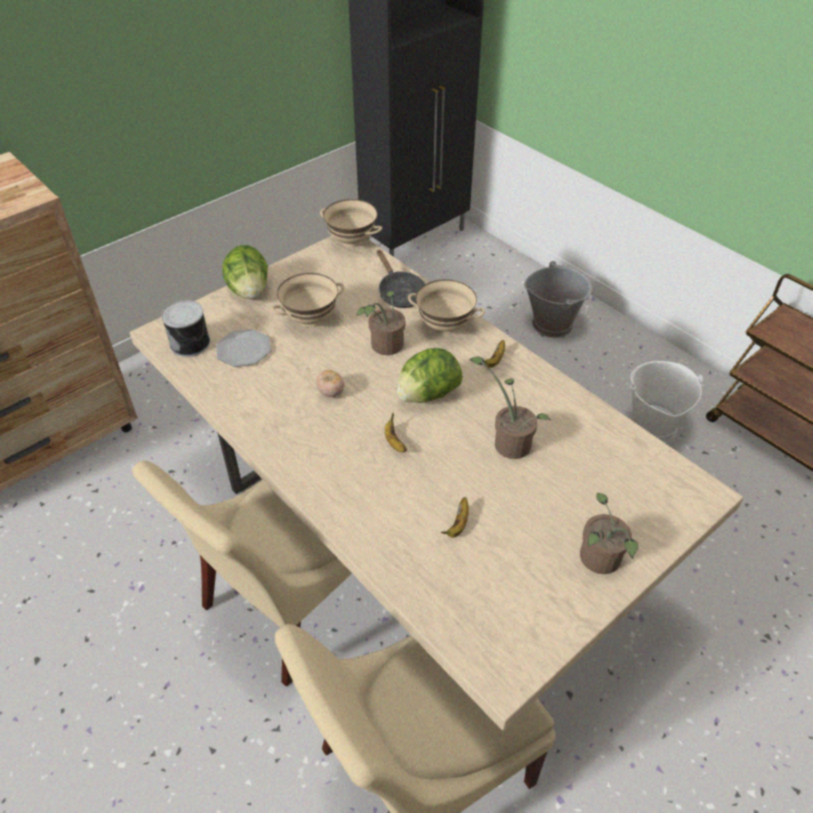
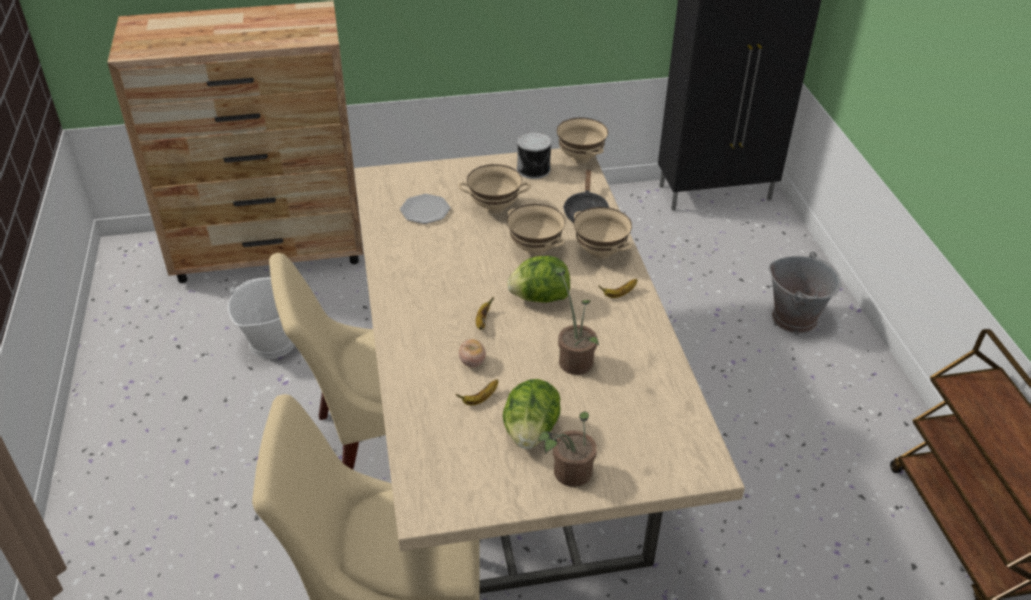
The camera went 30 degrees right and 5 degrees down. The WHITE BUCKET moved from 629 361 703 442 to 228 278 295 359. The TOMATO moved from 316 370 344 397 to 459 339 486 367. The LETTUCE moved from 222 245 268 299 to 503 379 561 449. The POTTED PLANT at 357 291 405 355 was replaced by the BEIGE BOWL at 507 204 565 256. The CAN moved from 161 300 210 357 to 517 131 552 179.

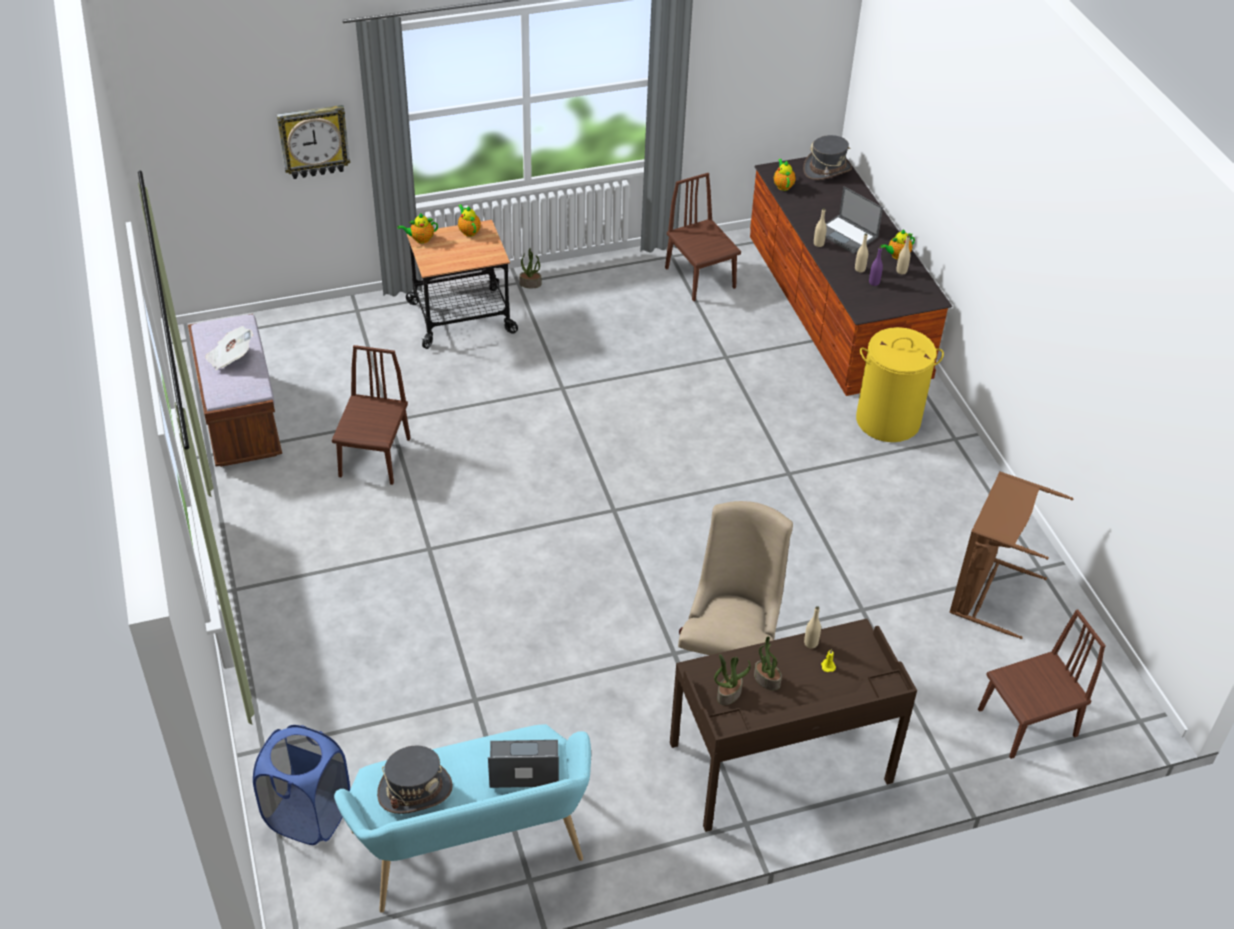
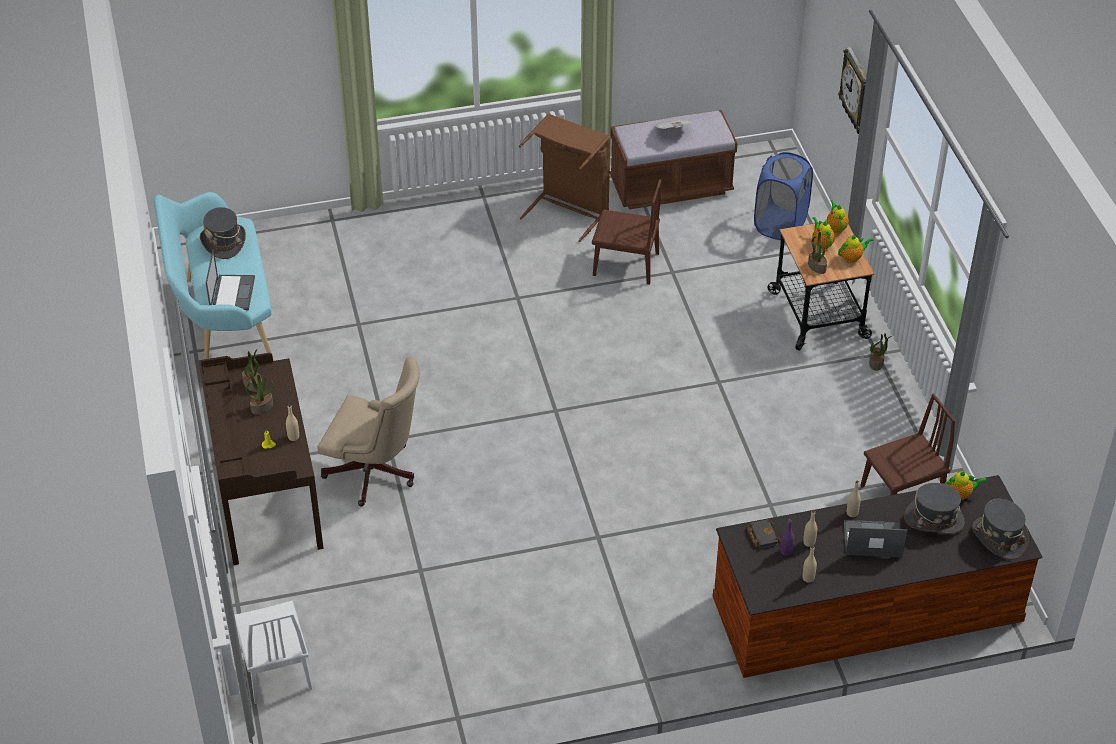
The camera went 95 degrees right and 0 degrees up. The BROWN CHAIR at 978 609 1106 759 became the WHITE CHAIR at 234 601 312 704. The BROWN LAUNDRY BASKET moved from 949 471 1073 639 to 519 113 611 242. The BLACK BOOK at 747 519 781 549 appeared. The BLUE LAUNDRY BASKET moved from 253 725 350 845 to 754 152 813 240. The POTTED PLANT at 808 232 827 274 appeared. The TEAPOT moved from 880 229 915 260 to 813 217 835 249. The LAPTOP at 825 186 883 254 turned 45 degrees clockwise. The GREY HAT at 904 483 965 534 appeared. The YELLOW LAUNDRY BASKET at 856 327 944 442 disappeared.

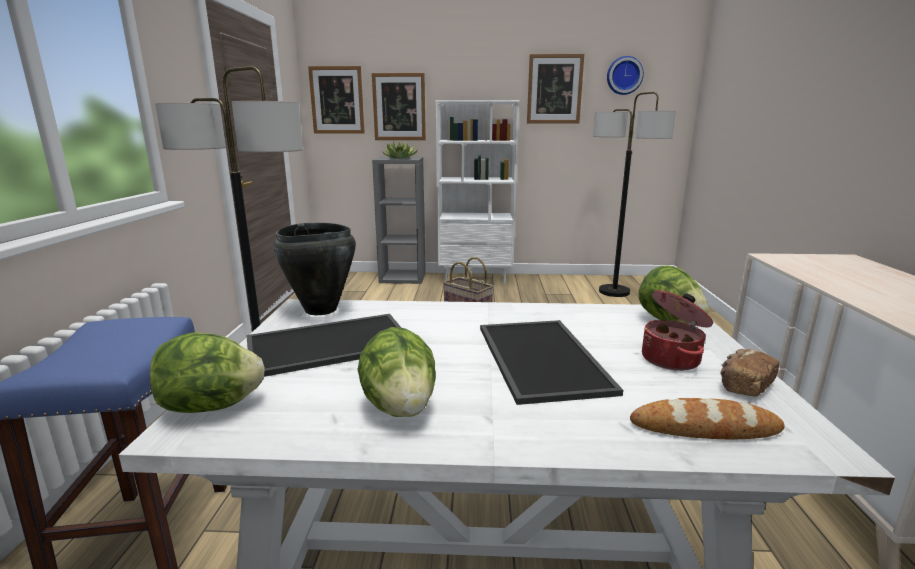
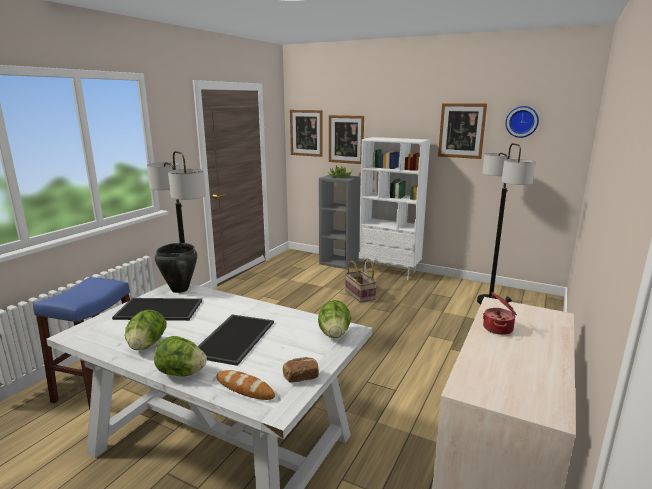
The camera went 25 degrees right and 0 degrees up. The LETTUCE moved from 150 332 265 413 to 154 336 207 376. The COOKING POT moved from 642 290 713 371 to 483 292 517 335.

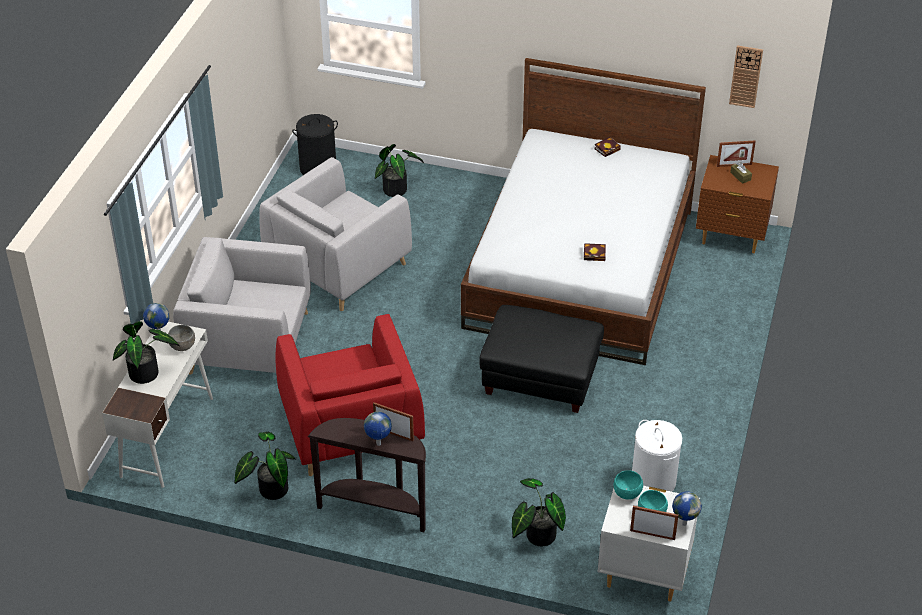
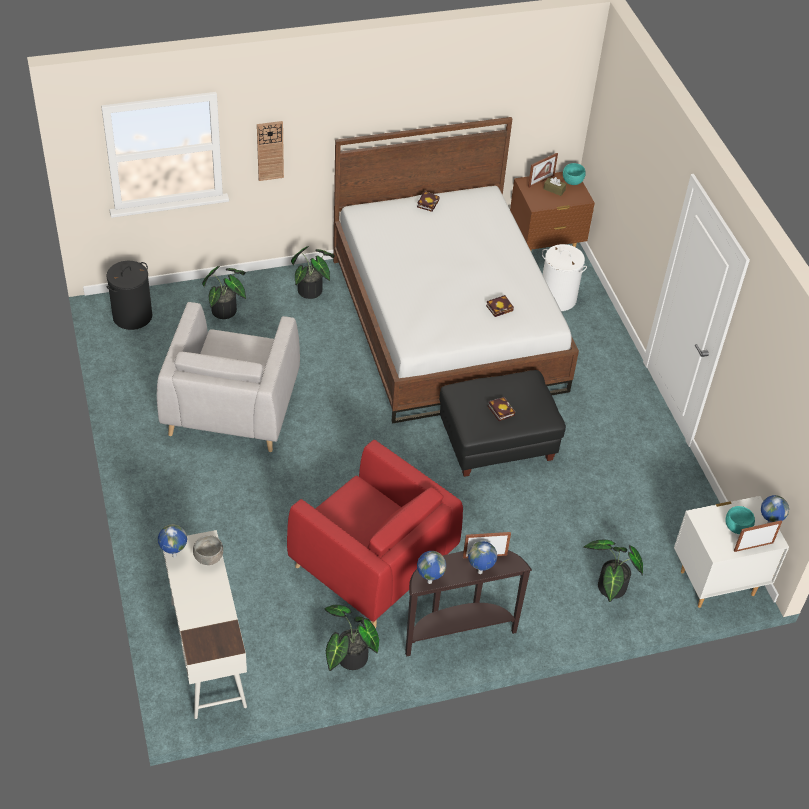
The camera went 35 degrees left and 5 degrees up. The WALL CLOCK moved from 729 45 763 108 to 257 121 284 181. The POTTED PLANT moved from 113 321 180 384 to 291 246 335 299. The GLOBE at 417 551 446 584 appeared. The BOOK at 488 397 515 421 appeared. The WHITE LAUNDRY BASKET moved from 632 420 682 492 to 542 244 587 311. The TURQUOISE BOWL moved from 614 470 643 500 to 563 163 586 185. The GREY ARMCHAIR at 173 237 311 374 disappeared.

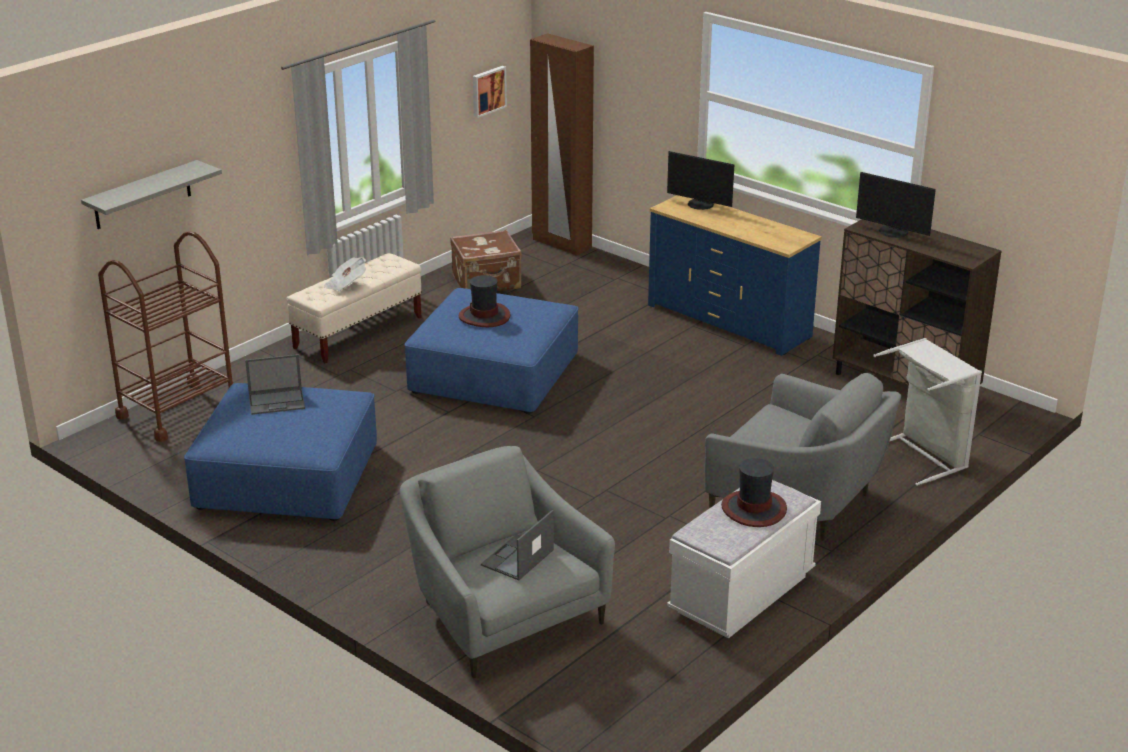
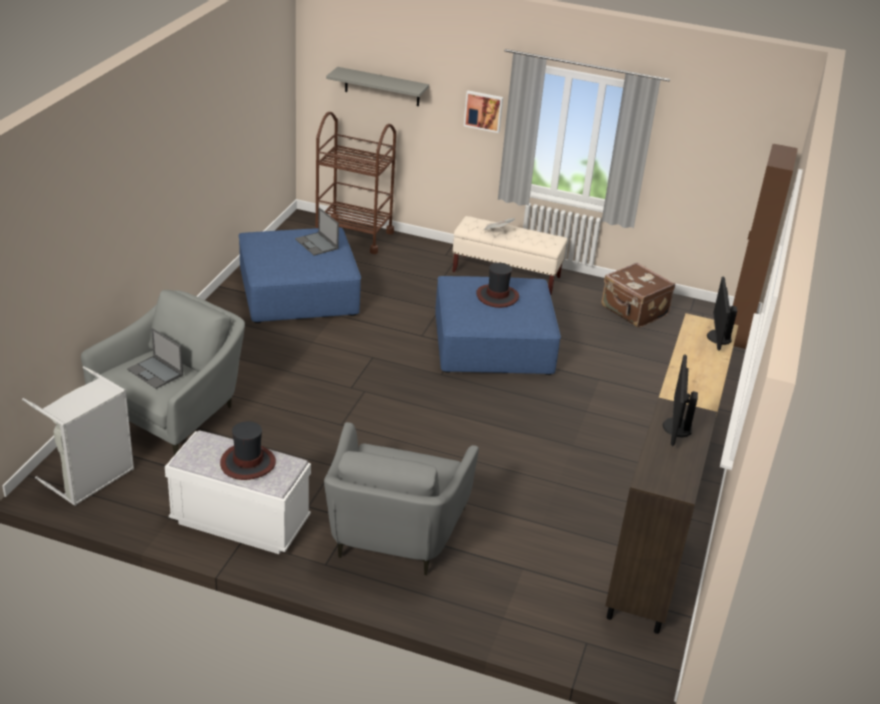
The camera went 65 degrees right and 5 degrees up. The GREY LAUNDRY BASKET moved from 873 338 982 486 to 22 366 134 506. The LAPTOP at 481 510 554 581 turned 150 degrees counterclockwise. The PICTURE moved from 473 66 507 118 to 464 91 503 133.

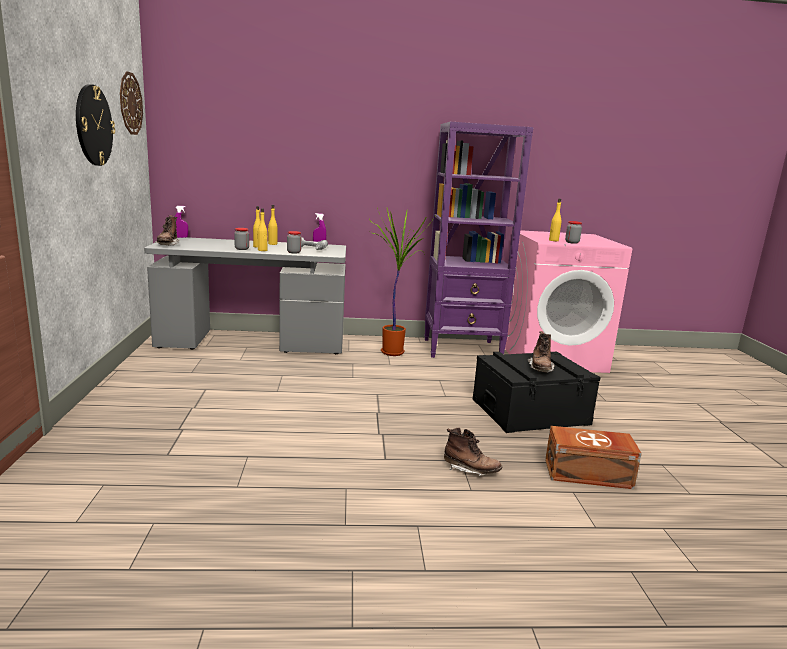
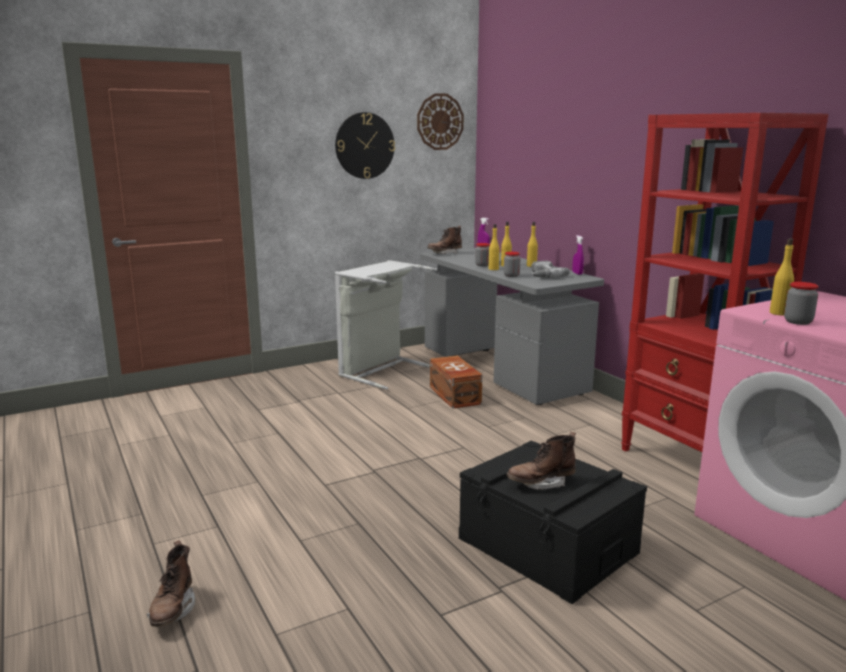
The camera went 65 degrees right and 0 degrees up. The BROWN BOOT moved from 444 428 502 476 to 147 541 195 627. The GREY LAUNDRY BASKET at 335 260 438 390 appeared. The BROWN STORAGE BOX moved from 545 426 642 489 to 430 355 482 409. The PURPLE BOOKCASE at 424 122 533 358 became the RED BOOKCASE at 621 113 828 452. The POTTED PLANT at 369 208 435 356 disappeared.

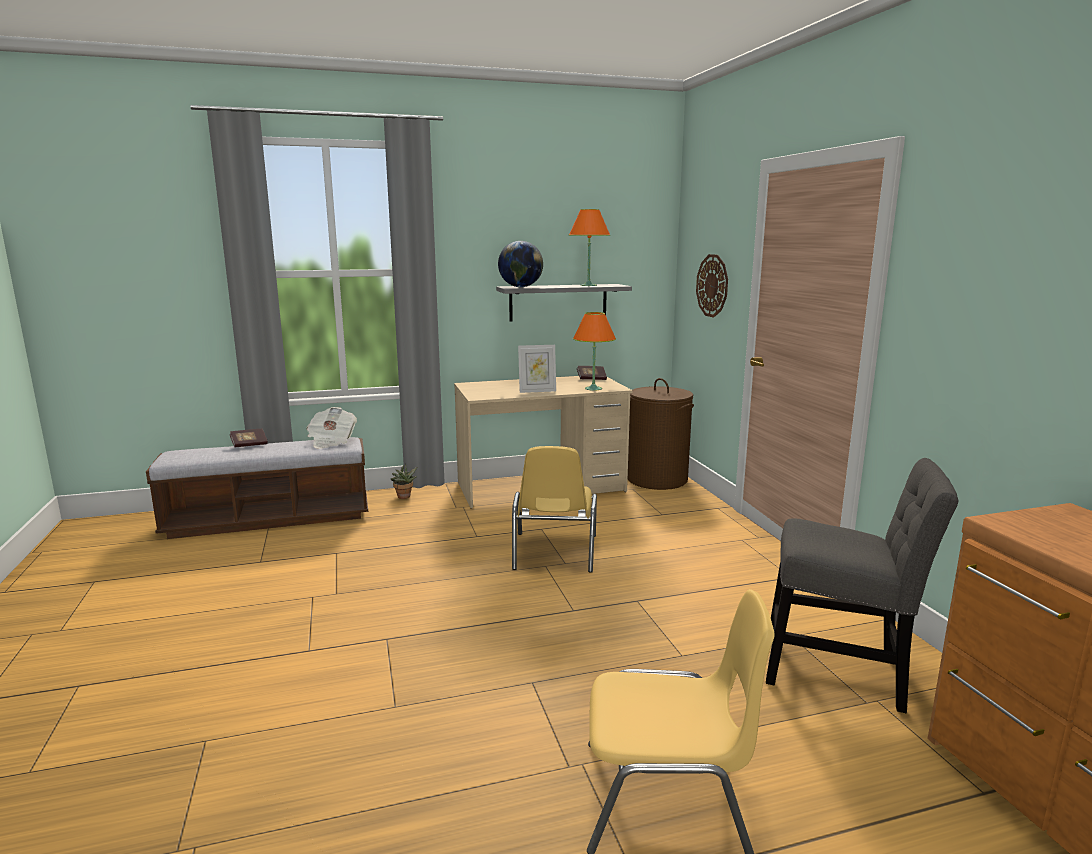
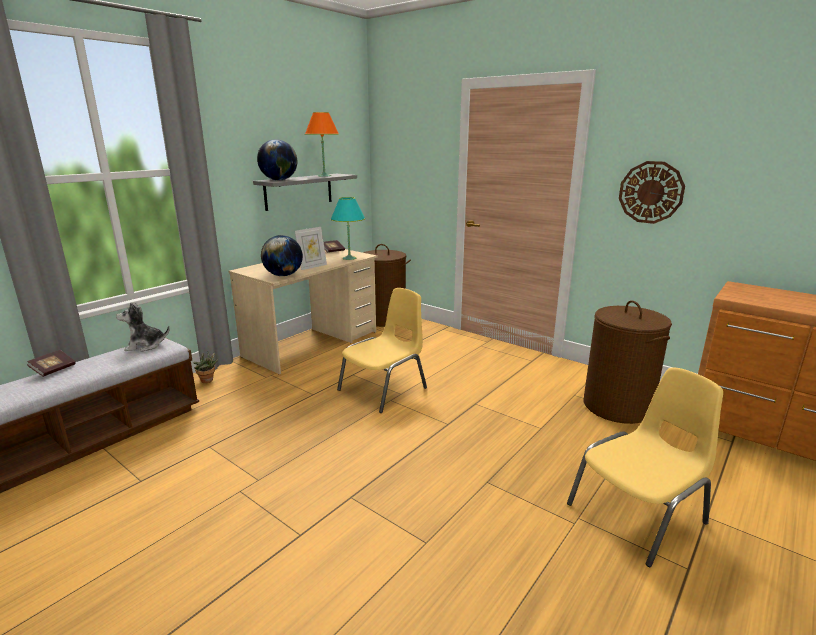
The camera went 35 degrees left and 5 degrees up. The NEWSPAPER at 307 407 357 449 was replaced by the PLUSH TOY at 116 302 169 352. The GLOBE at 261 235 303 276 appeared. The ORANGE TABLE LAMP at 573 312 616 391 became the TURQUOISE TABLE LAMP at 331 197 365 260. The YELLOW CHAIR at 512 446 597 572 turned 105 degrees counterclockwise. The GREY CHAIR at 766 458 958 713 was replaced by the BROWN LAUNDRY BASKET at 583 300 672 424. The WALL CLOCK moved from 696 254 728 317 to 619 161 685 224.

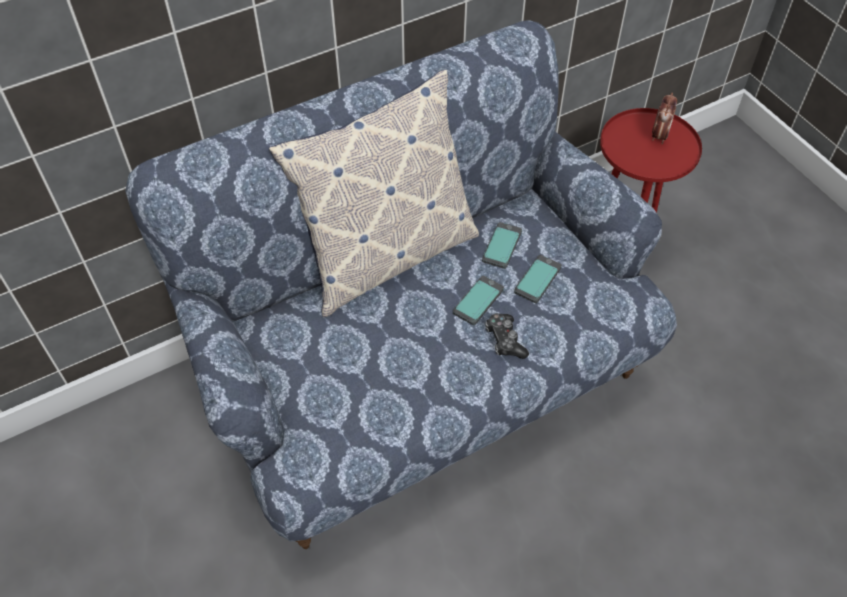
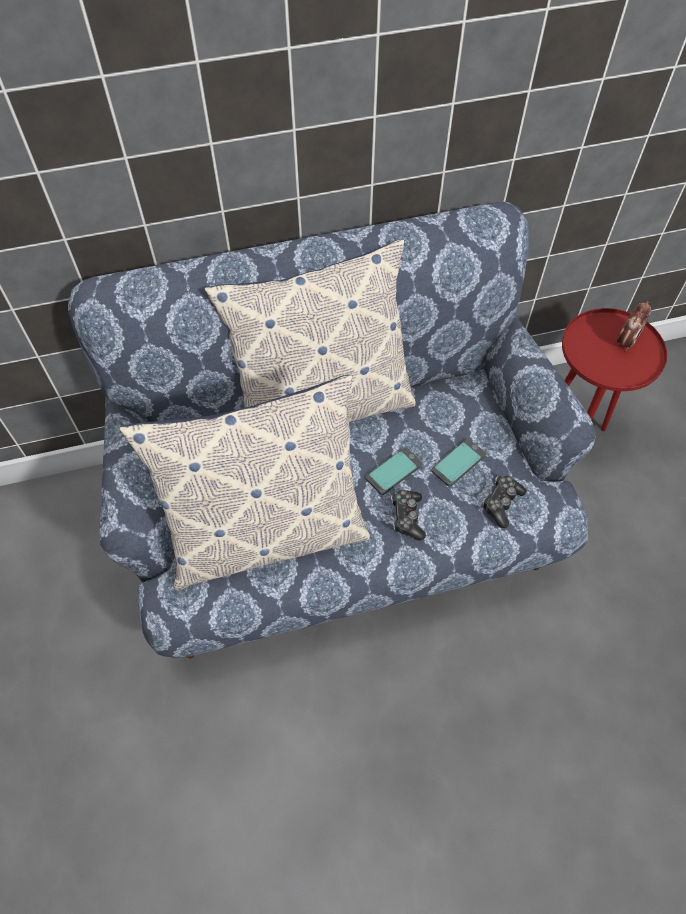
The camera went 15 degrees right and 5 degrees up. The PILLOW at 119 375 370 590 appeared. The GAME CONTROLLER at 482 476 527 528 appeared. The PHONE at 482 222 522 269 disappeared.

